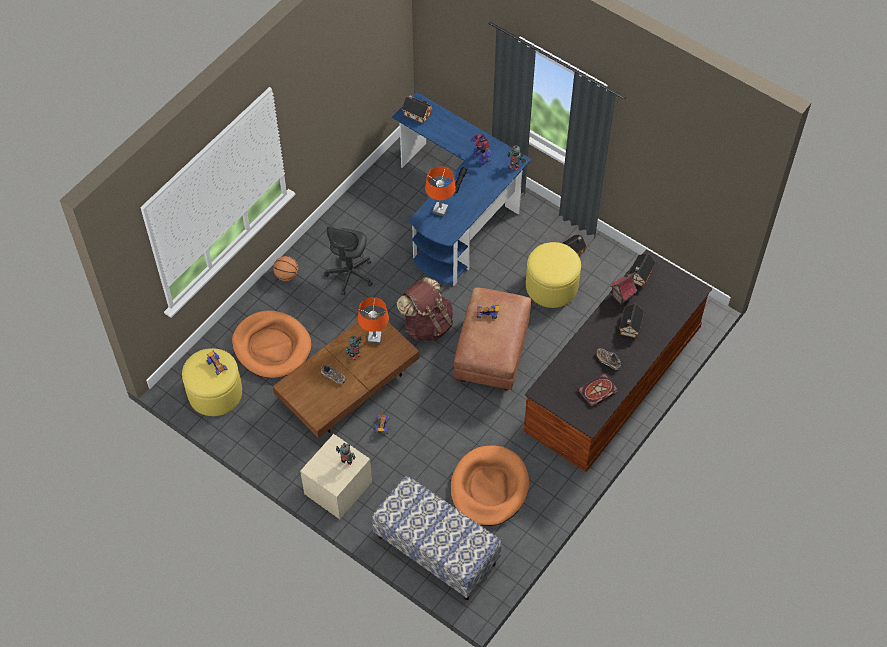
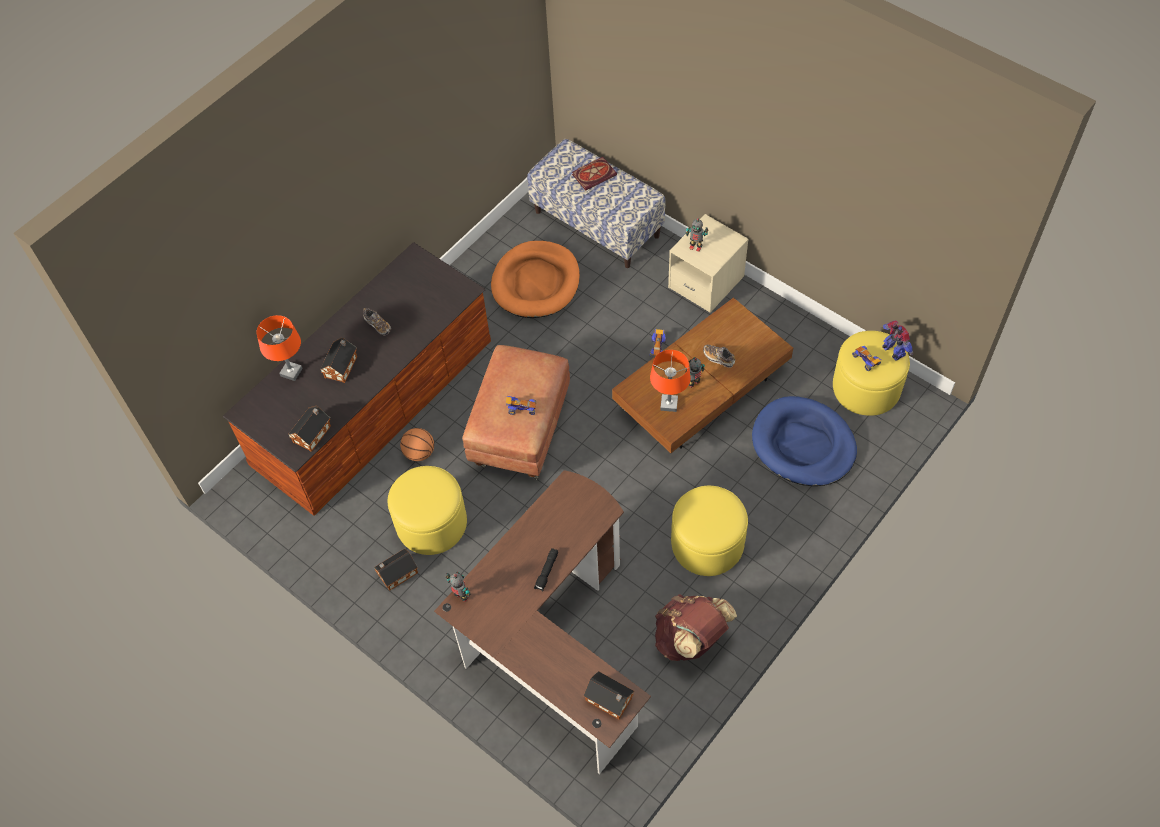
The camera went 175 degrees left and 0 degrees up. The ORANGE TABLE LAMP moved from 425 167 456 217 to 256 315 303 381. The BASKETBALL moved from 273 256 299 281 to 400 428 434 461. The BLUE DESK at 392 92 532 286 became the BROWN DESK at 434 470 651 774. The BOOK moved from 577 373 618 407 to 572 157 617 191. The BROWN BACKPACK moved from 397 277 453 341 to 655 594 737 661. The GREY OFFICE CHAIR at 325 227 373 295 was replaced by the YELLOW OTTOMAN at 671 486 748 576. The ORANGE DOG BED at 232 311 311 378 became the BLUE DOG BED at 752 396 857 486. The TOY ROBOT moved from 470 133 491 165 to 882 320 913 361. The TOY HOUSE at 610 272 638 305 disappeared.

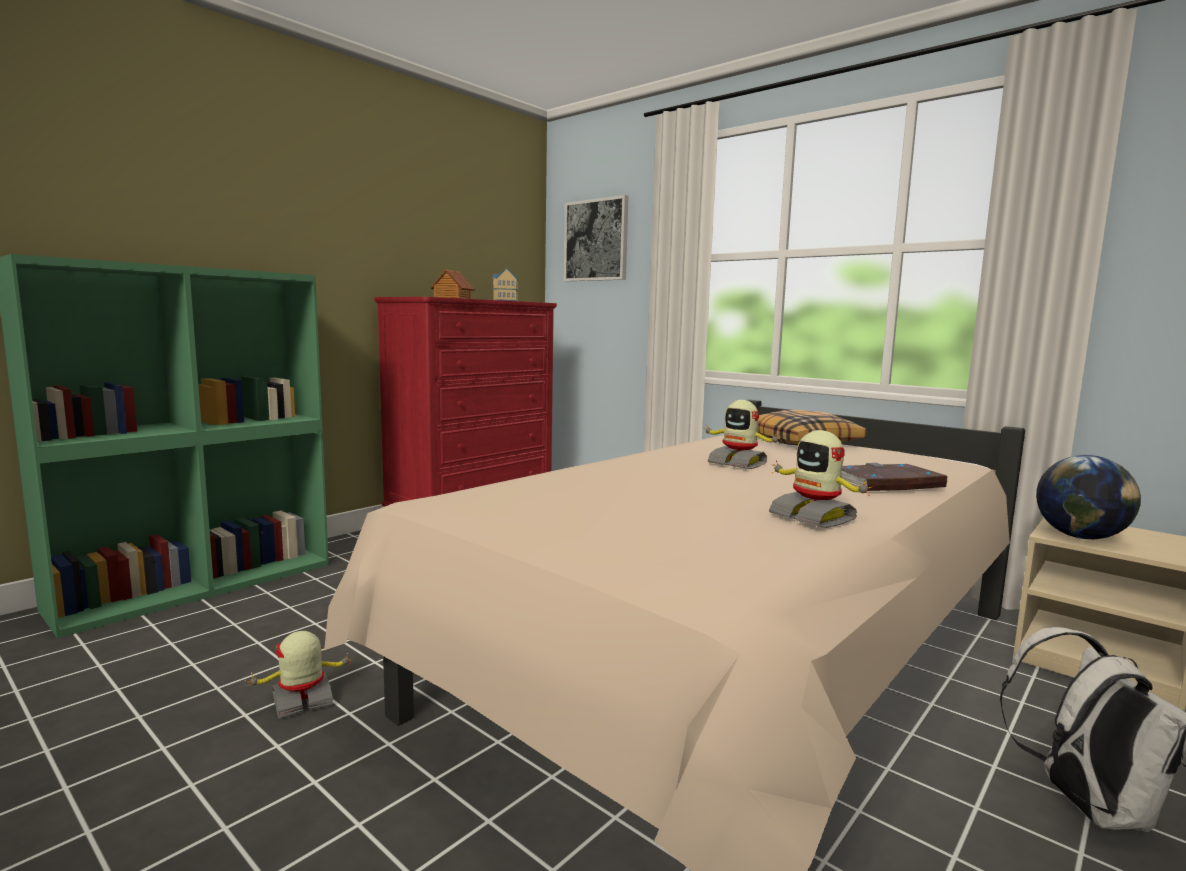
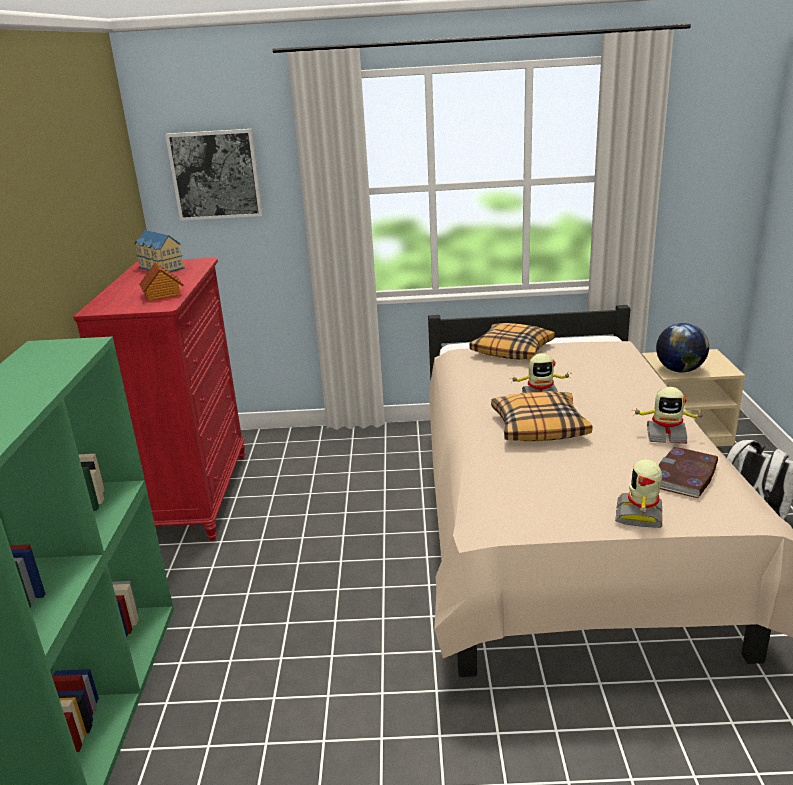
The camera went 40 degrees left and 15 degrees up. The PILLOW at 491 391 593 441 appeared. The TOY ROBOT moved from 245 631 354 719 to 615 459 662 528. The BOOK moved from 841 463 947 491 to 659 447 718 498.

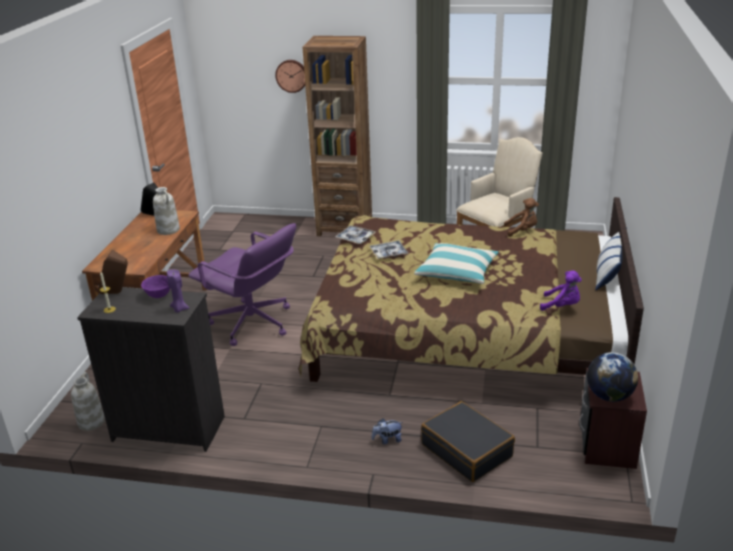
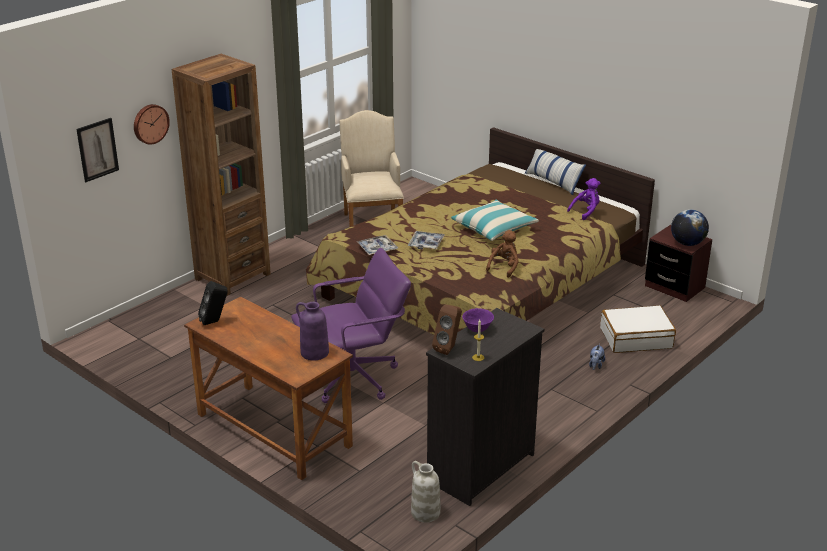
The camera went 60 degrees left and 0 degrees up. The PICTURE at 76 118 119 182 appeared. The PURPLE VASE at 296 302 329 361 appeared. The BROWN PLUSH TOY moved from 504 198 539 237 to 486 230 519 278. The BLACK SUITCASE at 421 401 515 482 became the WHITE SUITCASE at 600 305 676 353. The WHITE VASE at 153 187 180 235 disappeared. The PURPLE CANDLE at 167 269 189 313 disappeared.

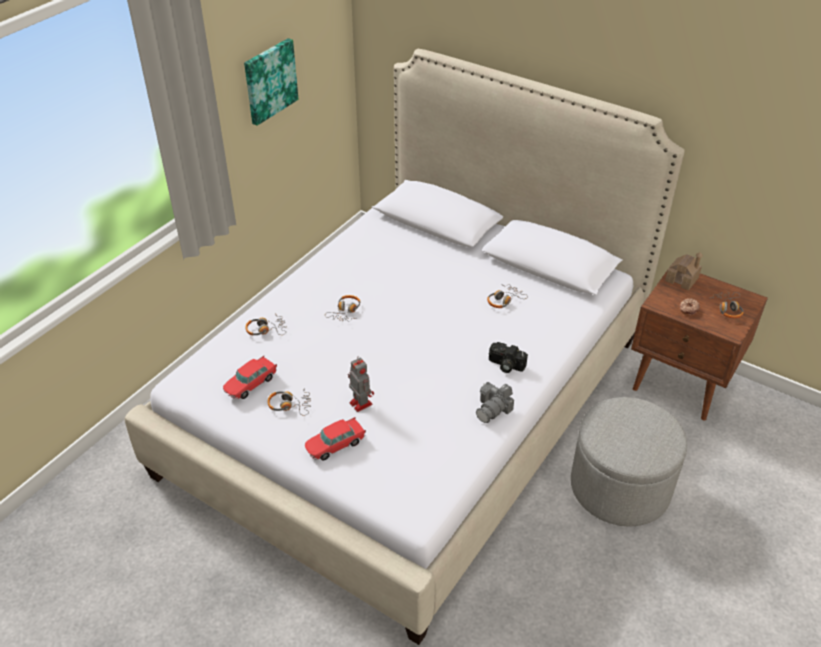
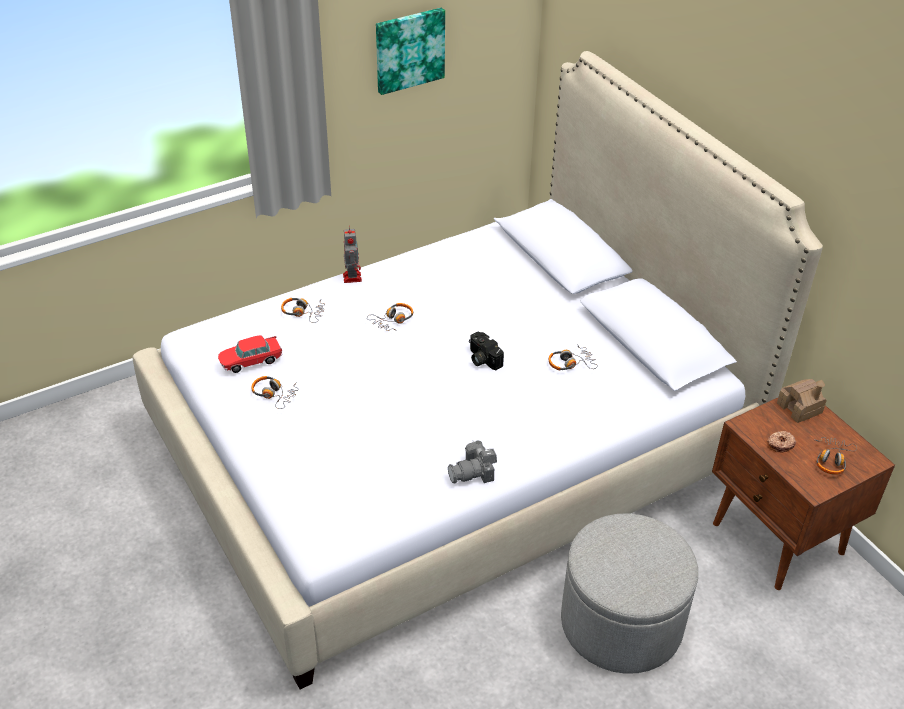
The camera went 25 degrees right and 0 degrees up. The TOY ROBOT moved from 348 357 374 412 to 343 225 362 283. The PHOTO CAMERA moved from 489 342 528 373 to 469 332 504 370. The TOY CAR at 305 417 366 461 disappeared.

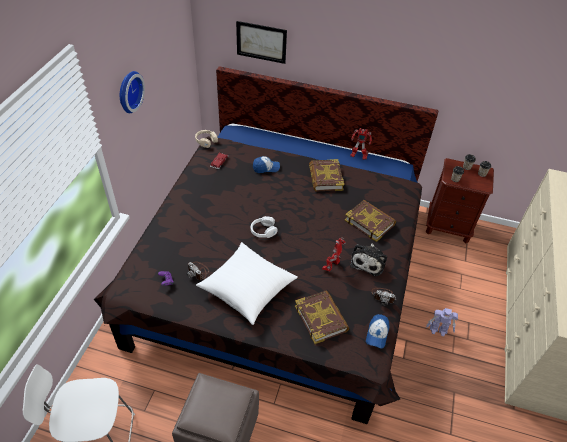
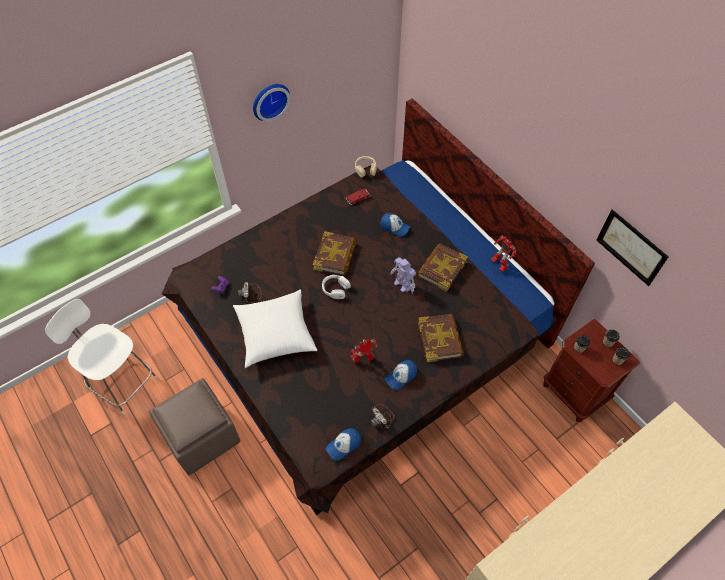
The camera went 40 degrees right and 10 degrees up. The BOOK moved from 295 290 349 344 to 313 231 356 276. The PLUSH TOY at 350 243 387 276 was replaced by the CAP at 385 360 417 390. The TOY ROBOT moved from 426 308 458 337 to 390 257 416 294. The PICTURE moved from 236 21 287 64 to 597 209 668 286.

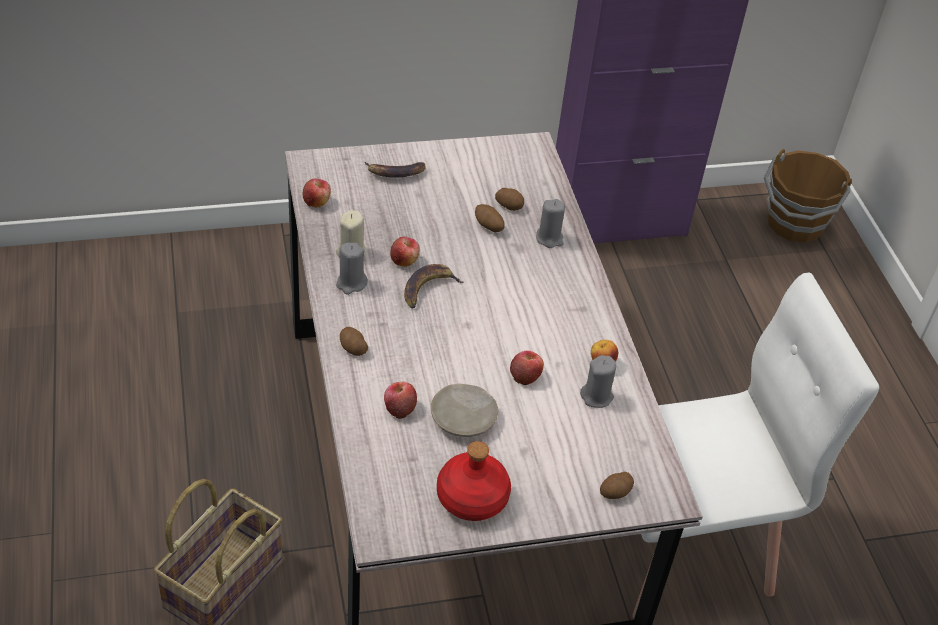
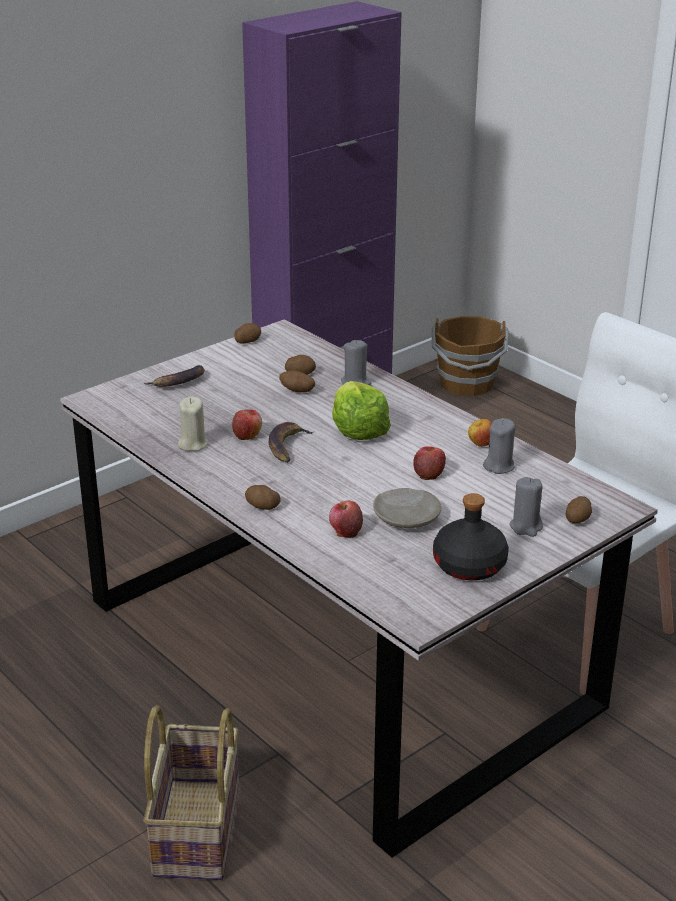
The camera went 25 degrees left and 15 degrees down. The POTATO at 234 323 261 344 appeared. The LETTUCE at 332 381 391 440 appeared. The RED BOTTLE at 437 441 511 521 became the BLACK BOTTLE at 433 493 509 580. The GREY CANDLE moved from 336 243 368 295 to 510 477 543 537. The APPLE at 303 179 331 207 disappeared.

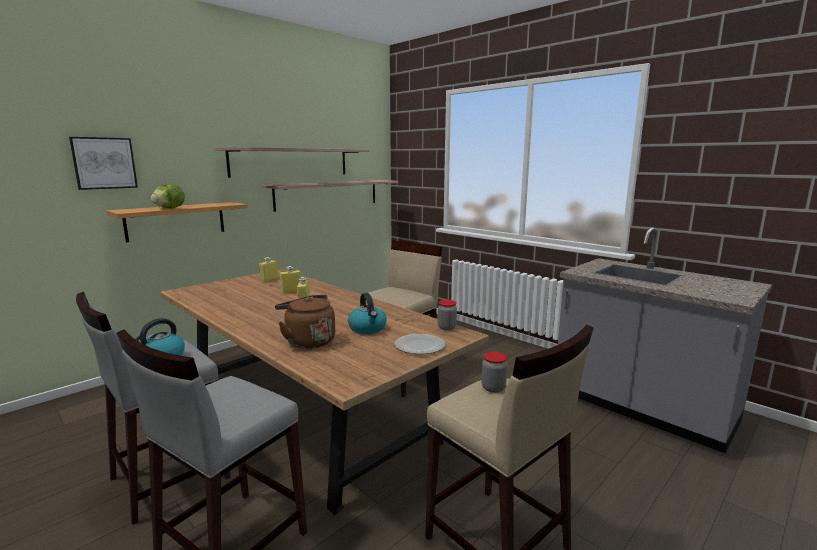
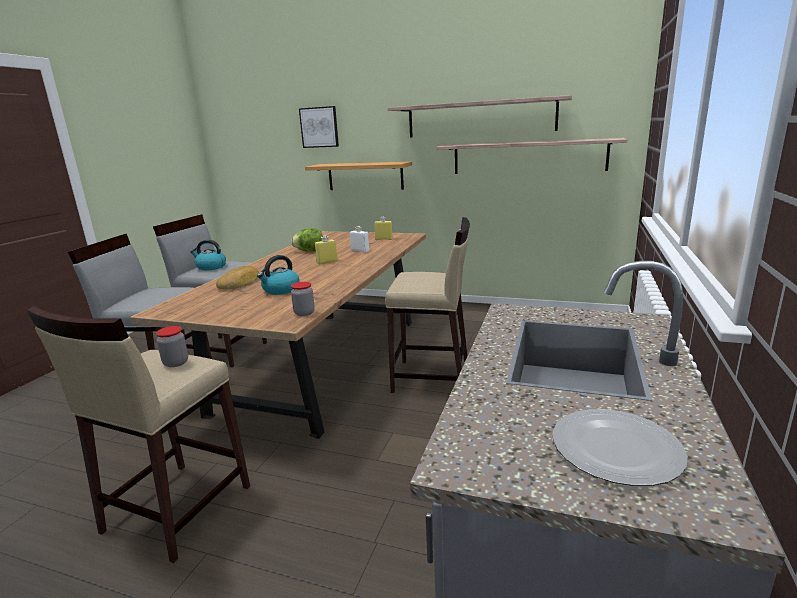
The camera went 65 degrees right and 5 degrees up. The BROWN KETTLE at 275 295 335 349 was replaced by the BREAD at 216 266 259 289. The LETTUCE moved from 151 184 185 208 to 291 228 323 252. The YELLOW BOTTLE at 280 266 301 294 became the WHITE BOTTLE at 350 226 369 253. The PLATE moved from 395 334 445 354 to 553 409 688 486.

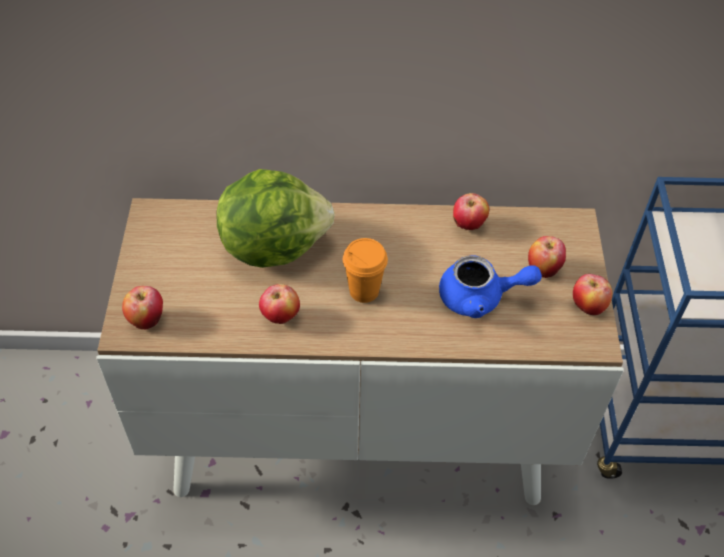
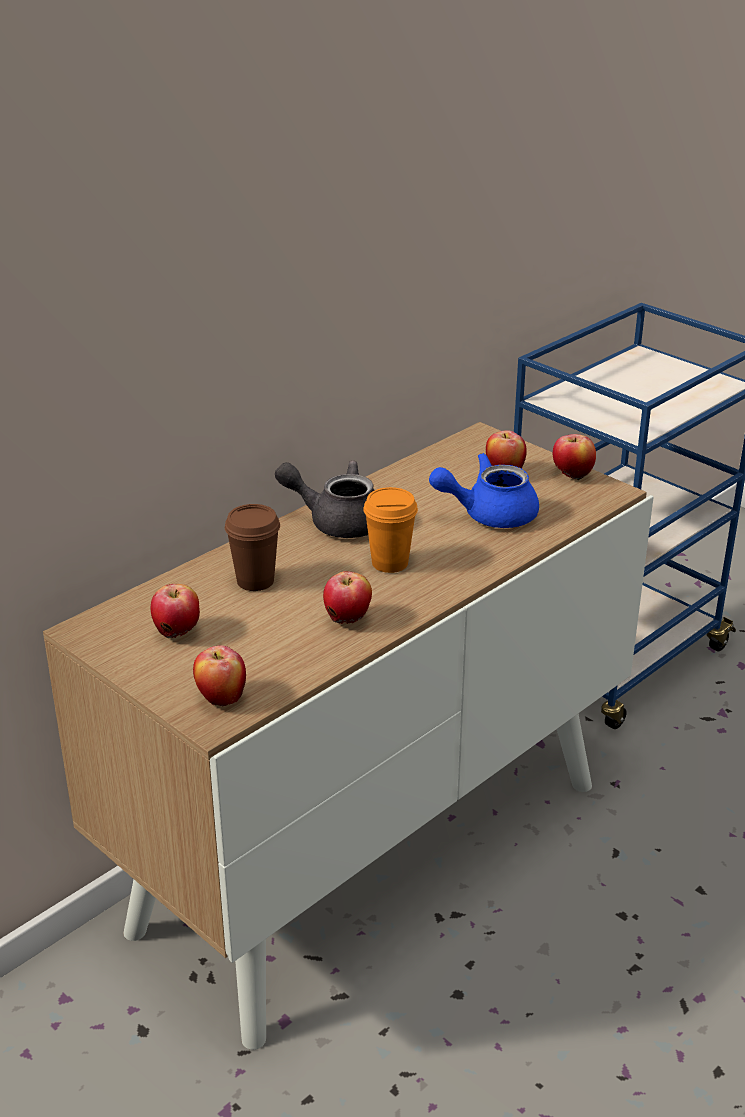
The camera went 45 degrees left and 20 degrees down. The APPLE moved from 453 193 489 230 to 151 584 200 638. The LETTUCE at 217 169 335 268 was replaced by the BROWN CUP at 225 504 280 591. The GREY TEAPOT at 275 460 374 538 appeared. The BLUE TEAPOT at 439 255 542 318 turned 150 degrees counterclockwise.

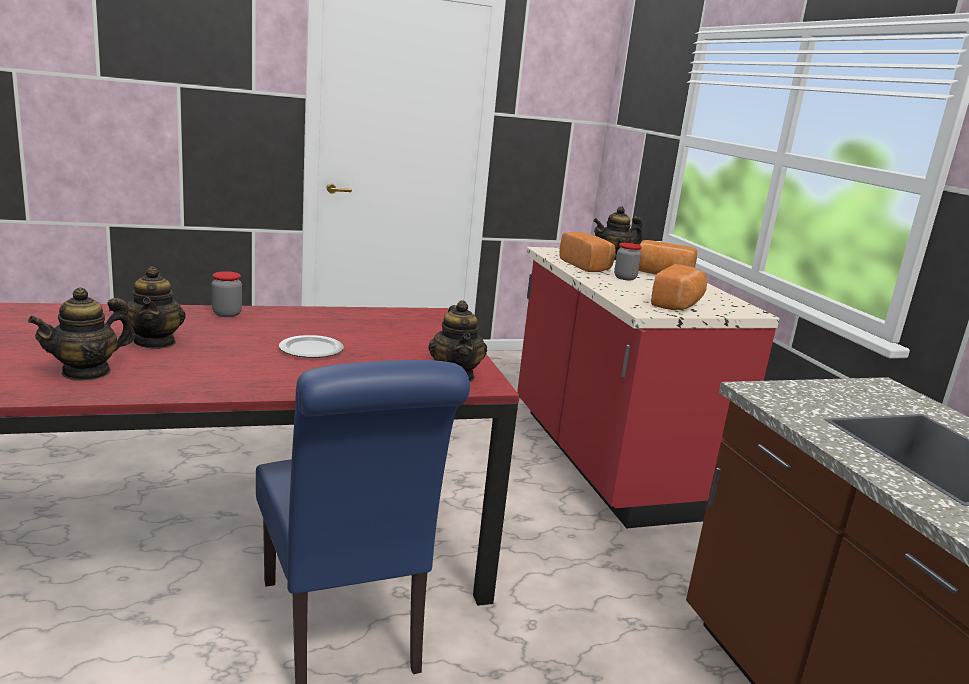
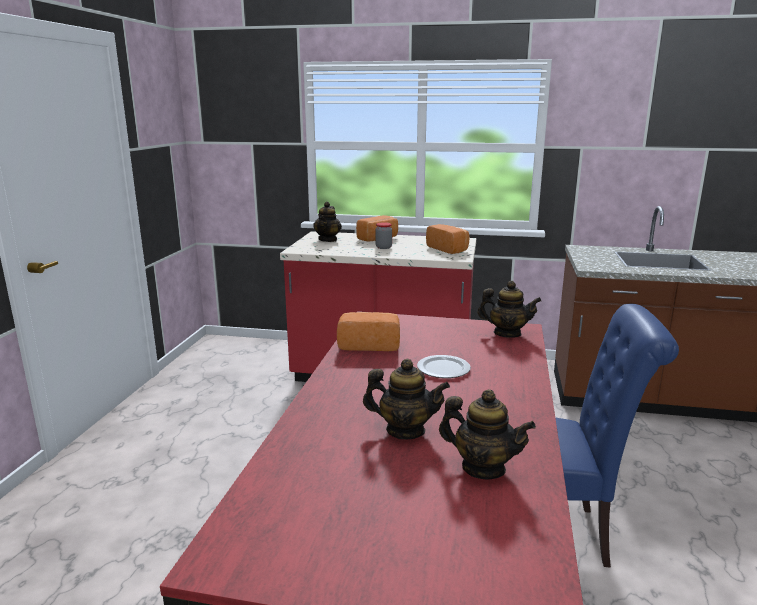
The camera went 60 degrees left and 0 degrees up. The BREAD moved from 560 232 616 272 to 337 312 400 351. The TEAPOT at 28 287 135 381 turned 45 degrees counterclockwise. The JAR at 212 271 242 317 disappeared.

